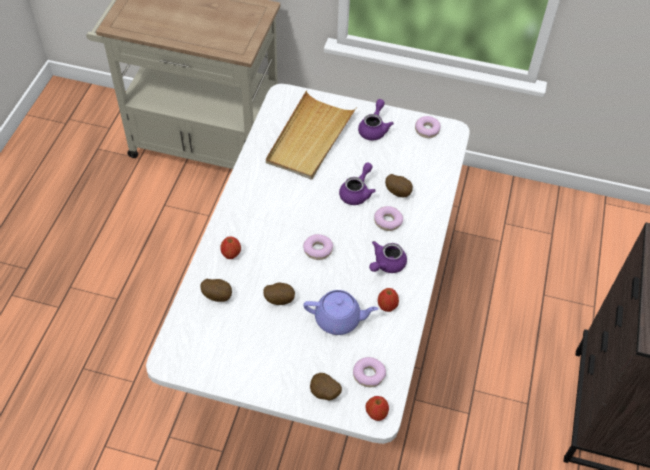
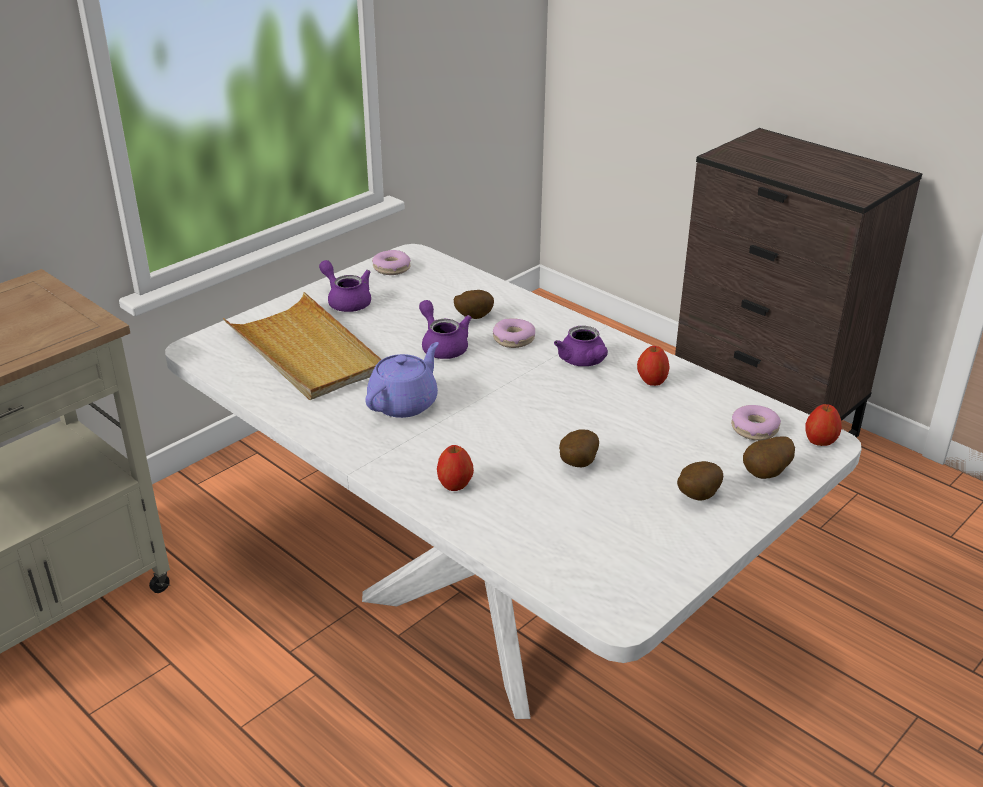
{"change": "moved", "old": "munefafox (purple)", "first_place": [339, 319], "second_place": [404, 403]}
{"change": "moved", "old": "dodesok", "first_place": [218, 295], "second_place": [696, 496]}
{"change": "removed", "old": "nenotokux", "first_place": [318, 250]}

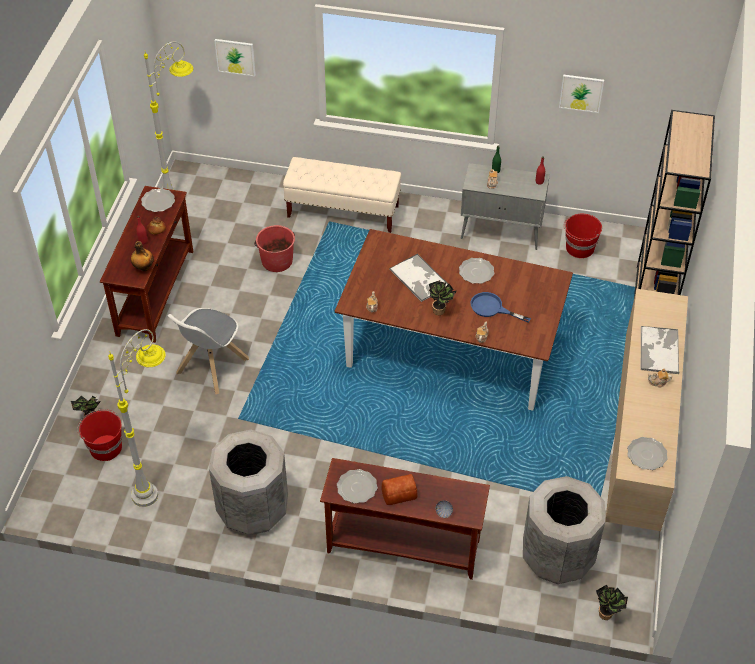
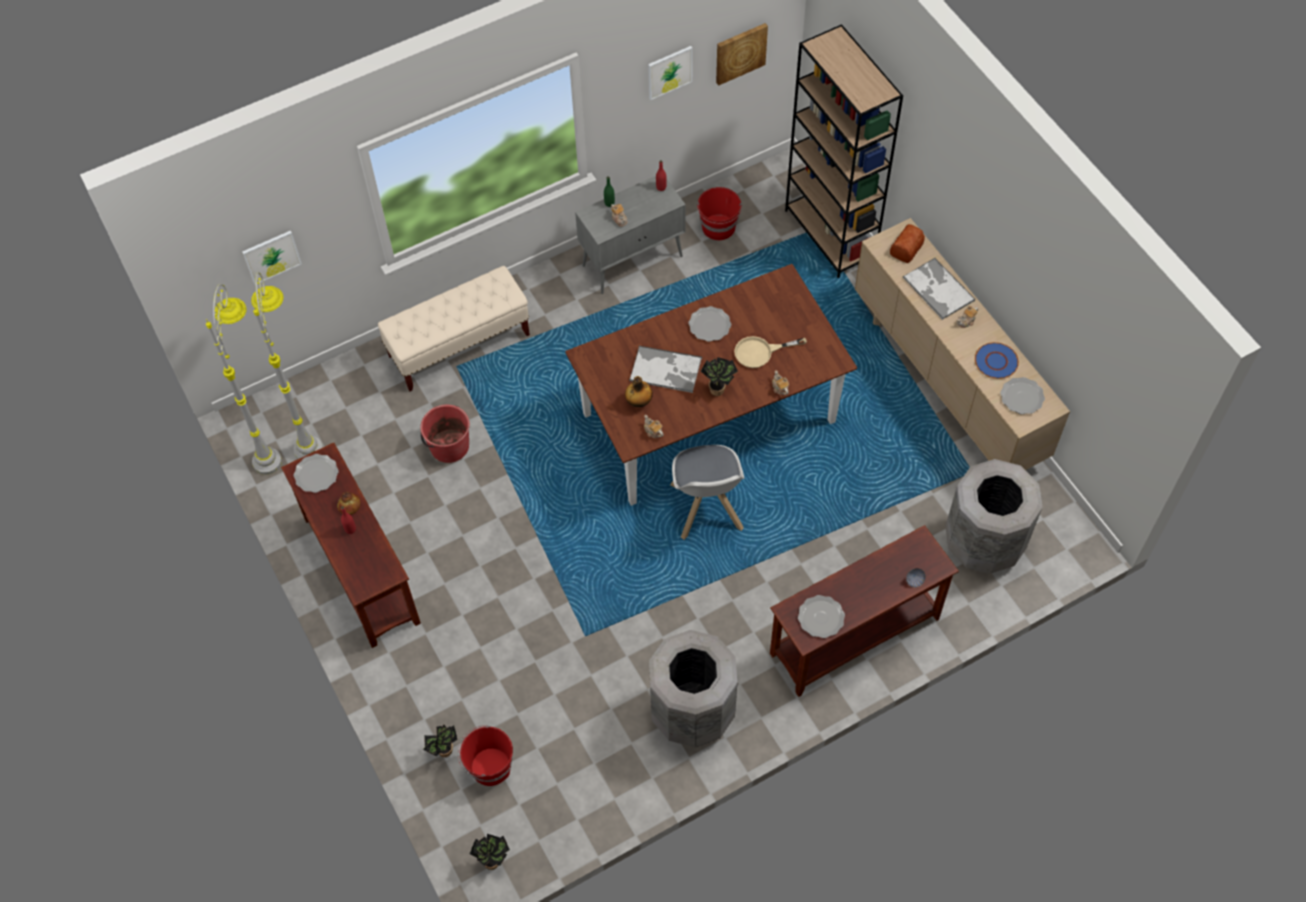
{"change": "moved", "old": "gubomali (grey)", "first_place": [159, 479], "second_place": [308, 429]}
{"change": "moved", "old": "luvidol", "first_place": [607, 614], "second_place": [493, 860]}
{"change": "moved", "old": "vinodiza", "first_place": [143, 267], "second_place": [638, 402]}
{"change": "moved", "old": "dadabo", "first_place": [211, 367], "second_place": [706, 509]}
{"change": "added", "new": "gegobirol", "second_place": [740, 52]}
{"change": "recoloured", "old": "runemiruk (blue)", "new": "runemiruk (beige)", "first_place": [492, 308], "second_place": [760, 352]}
{"change": "moved", "old": "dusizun", "first_place": [398, 493], "second_place": [905, 248]}
{"change": "added", "new": "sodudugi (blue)", "second_place": [996, 361]}

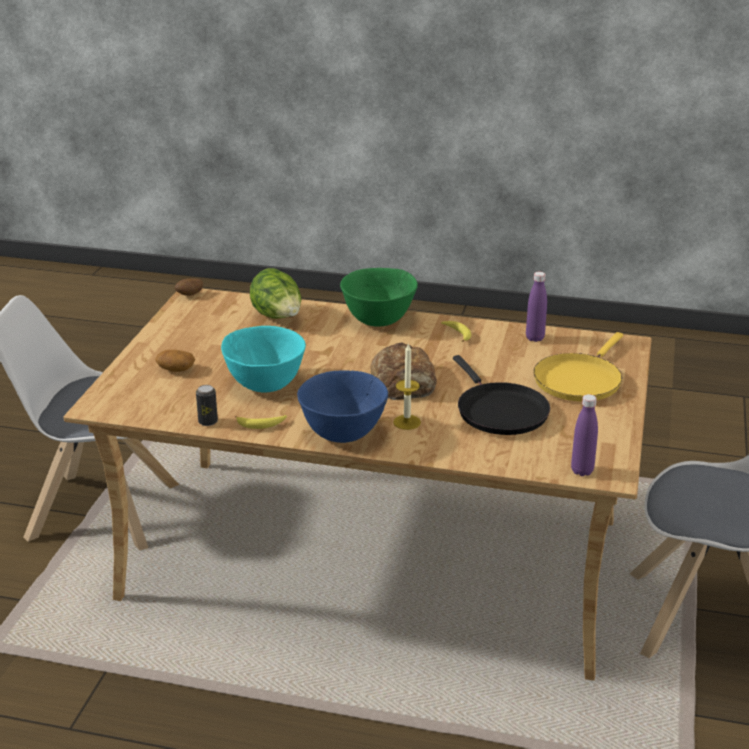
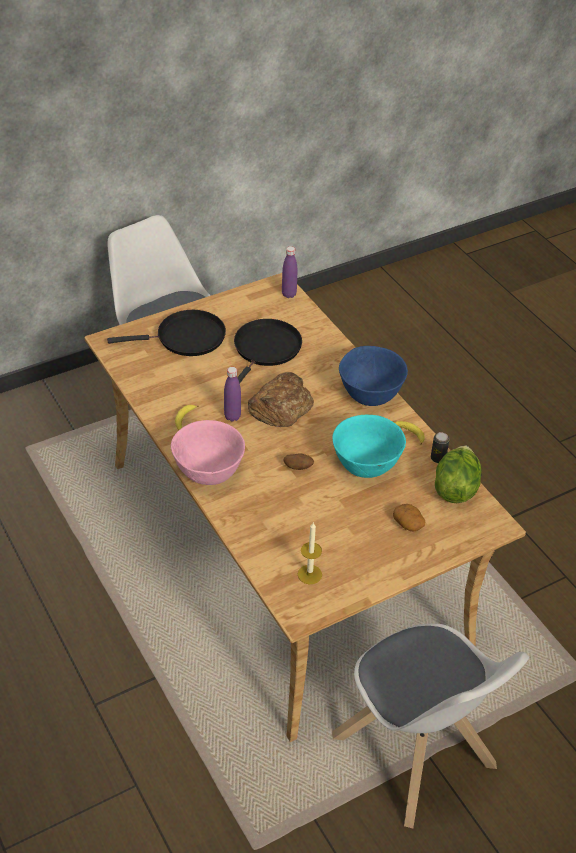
{"change": "recoloured", "old": "runemiruk (yellow)", "new": "runemiruk (black)", "first_place": [579, 380], "second_place": [186, 338]}
{"change": "recoloured", "old": "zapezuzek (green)", "new": "zapezuzek (pink)", "first_place": [379, 319], "second_place": [208, 472]}
{"change": "moved", "old": "vinodiza (purple)", "first_place": [534, 338], "second_place": [232, 416]}
{"change": "moved", "old": "dodesok", "first_place": [189, 295], "second_place": [298, 467]}
{"change": "moved", "old": "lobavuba", "first_place": [407, 422], "second_place": [309, 574]}
{"change": "moved", "old": "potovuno", "first_place": [278, 317], "second_place": [455, 488]}

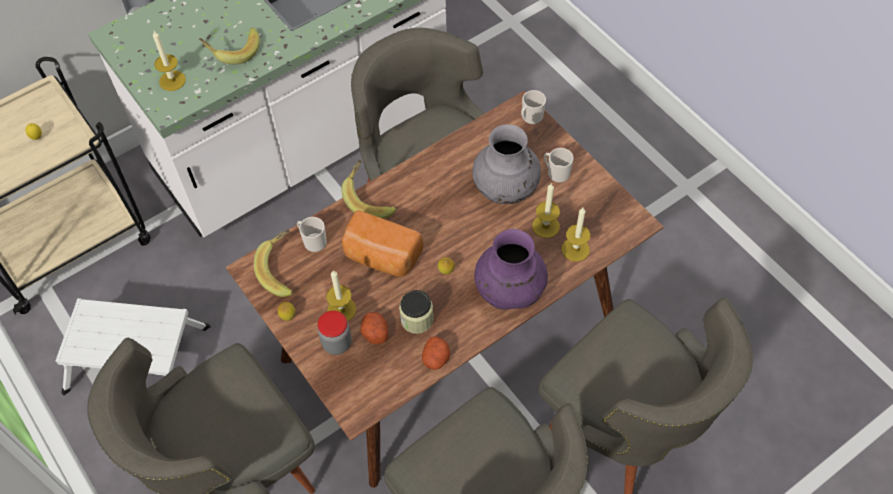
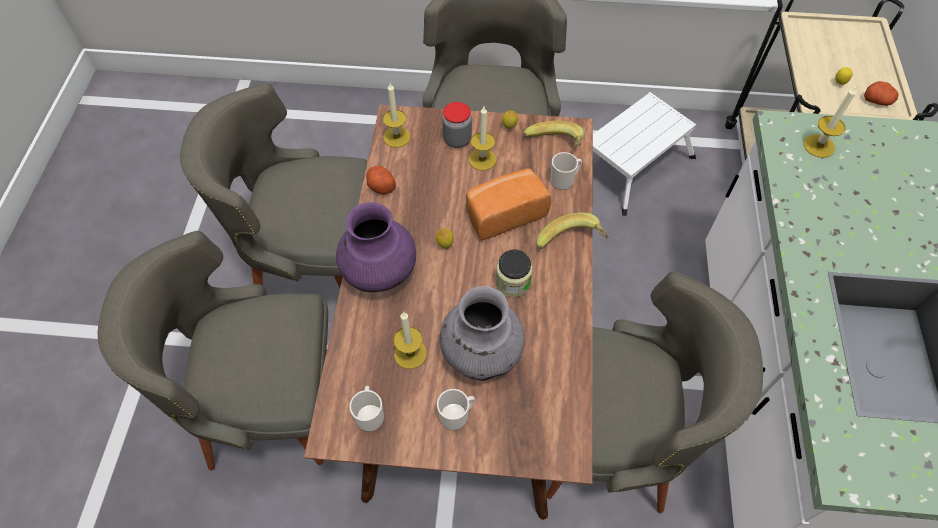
{"change": "moved", "old": "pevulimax", "first_place": [530, 118], "second_place": [370, 414]}
{"change": "moved", "old": "lobavuba", "first_place": [575, 249], "second_place": [396, 137]}
{"change": "moved", "old": "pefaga", "first_place": [417, 319], "second_place": [512, 282]}
{"change": "moved", "old": "dodesok", "first_place": [374, 332], "second_place": [877, 100]}
{"change": "removed", "old": "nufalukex", "first_place": [233, 52]}

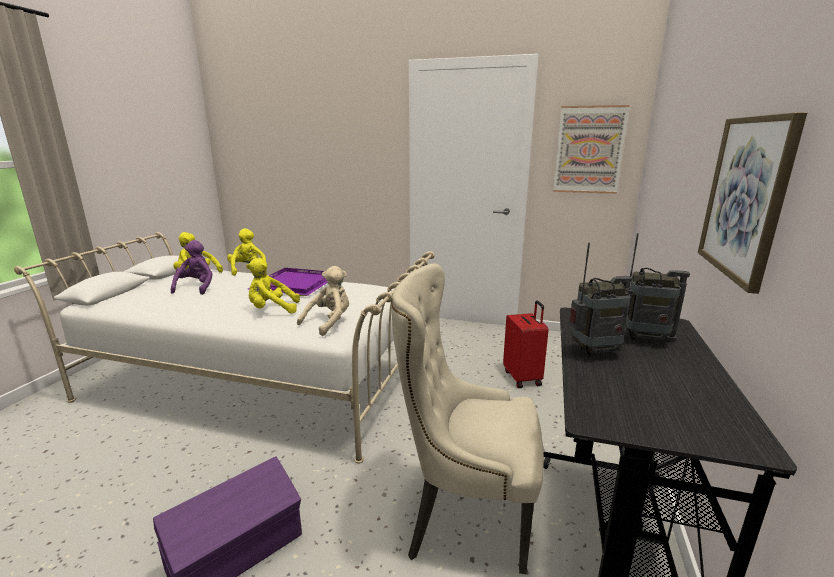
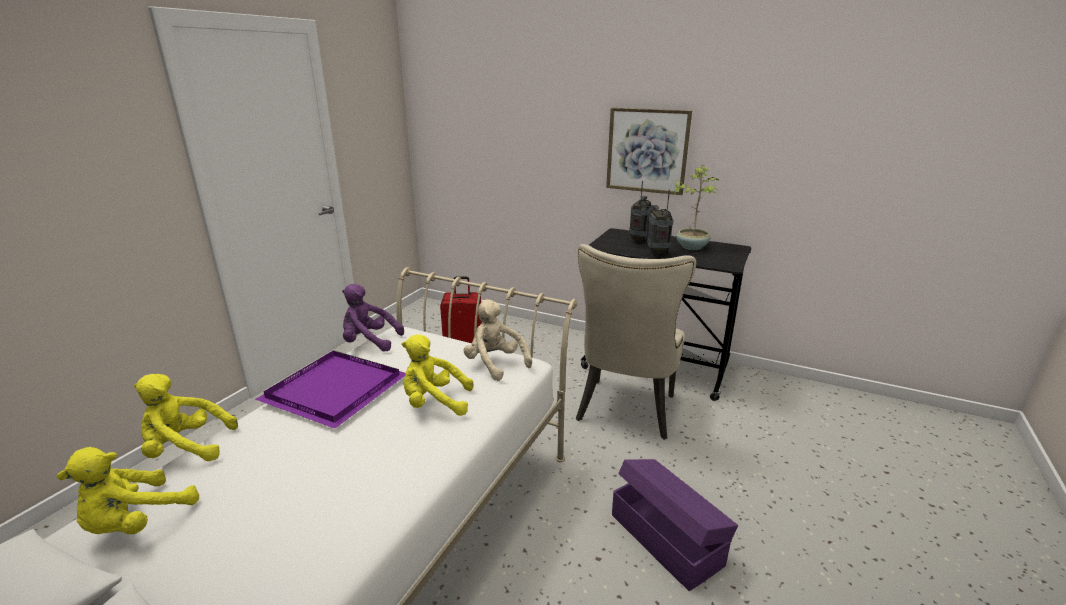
{"change": "moved", "old": "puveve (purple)", "first_place": [196, 287], "second_place": [369, 342]}
{"change": "turned", "old": "puveve (yellow)", "first_place": [272, 310], "second_place": [434, 403], "degrees": 90}
{"change": "added", "new": "luvidol", "second_place": [691, 247]}
{"change": "removed", "old": "gegobirol", "first_place": [589, 150]}

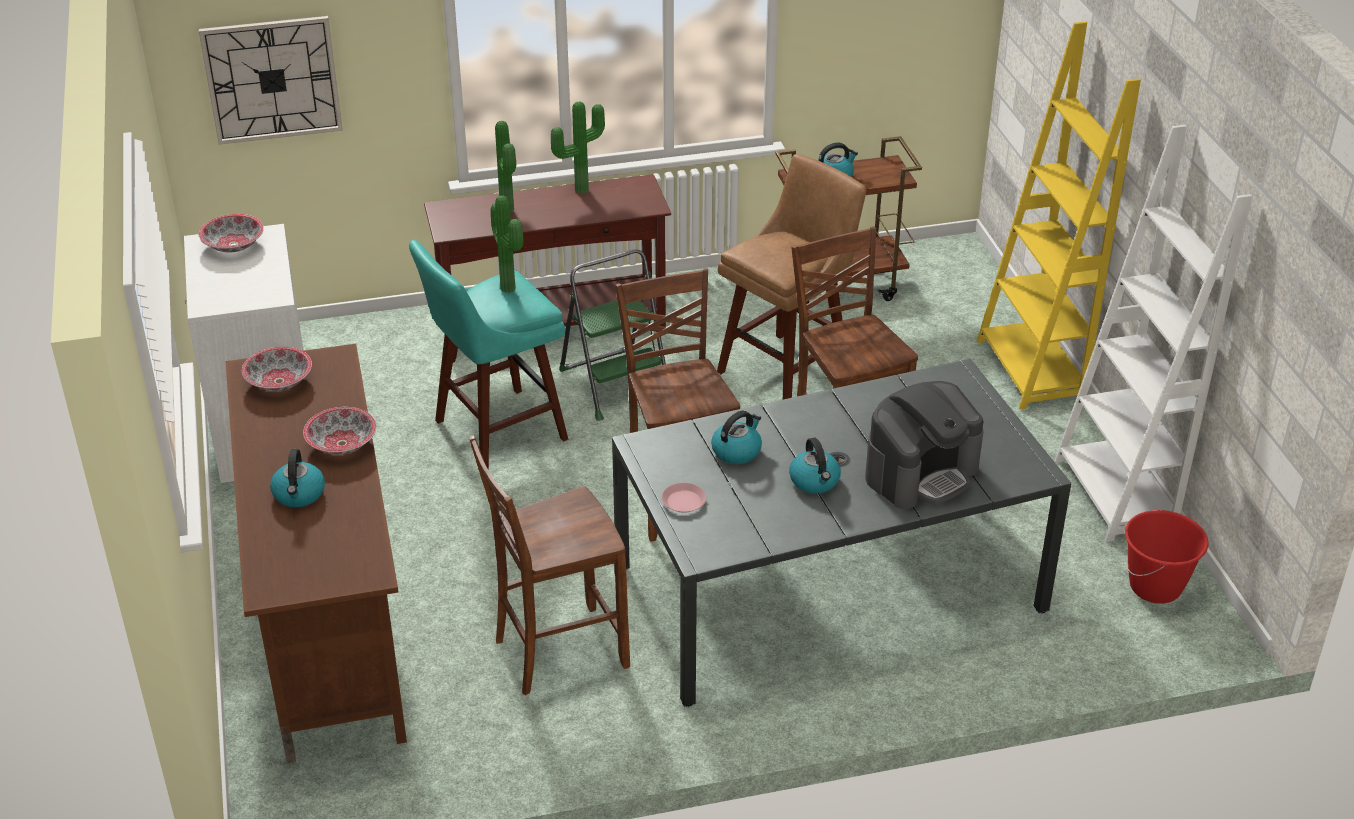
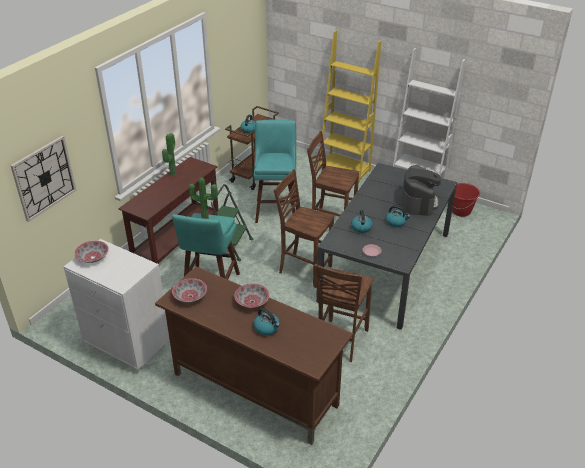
{"change": "recoloured", "old": "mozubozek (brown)", "new": "mozubozek (turquoise)", "first_place": [787, 370], "second_place": [276, 209]}
{"change": "removed", "old": "luvidol", "first_place": [510, 209]}

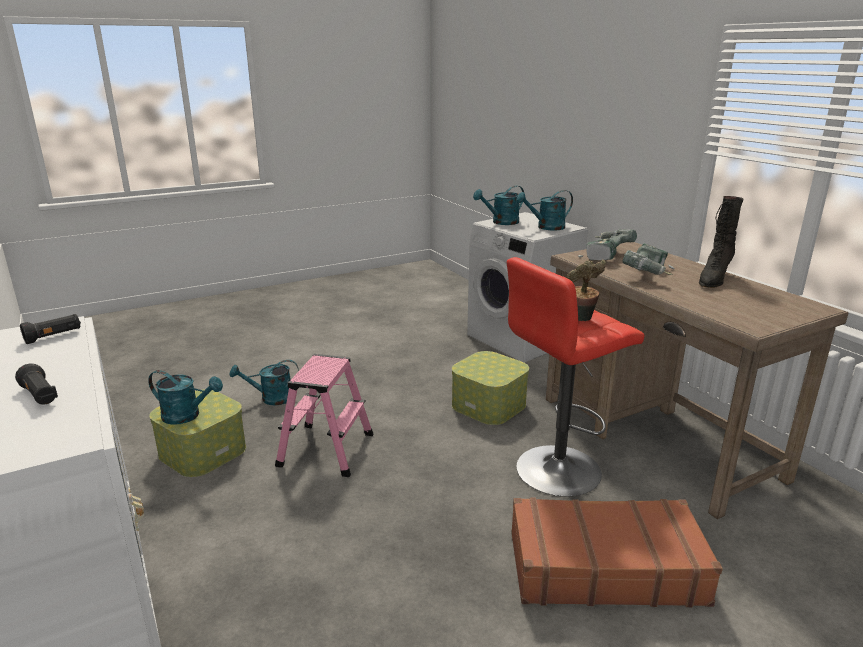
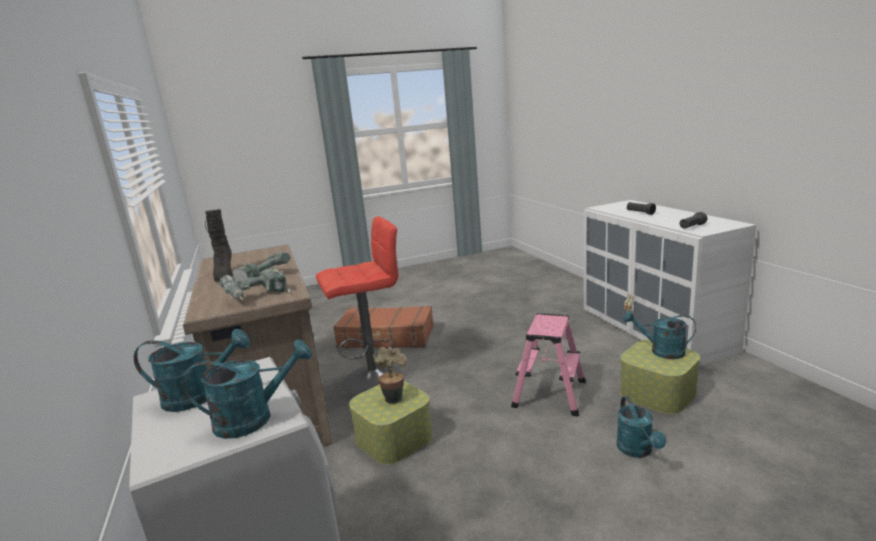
{"change": "turned", "old": "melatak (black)", "first_place": [713, 279], "second_place": [224, 275], "degrees": 120}
{"change": "moved", "old": "luvidol", "first_place": [581, 320], "second_place": [394, 398]}
{"change": "turned", "old": "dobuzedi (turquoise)", "first_place": [271, 399], "second_place": [637, 451], "degrees": 90}

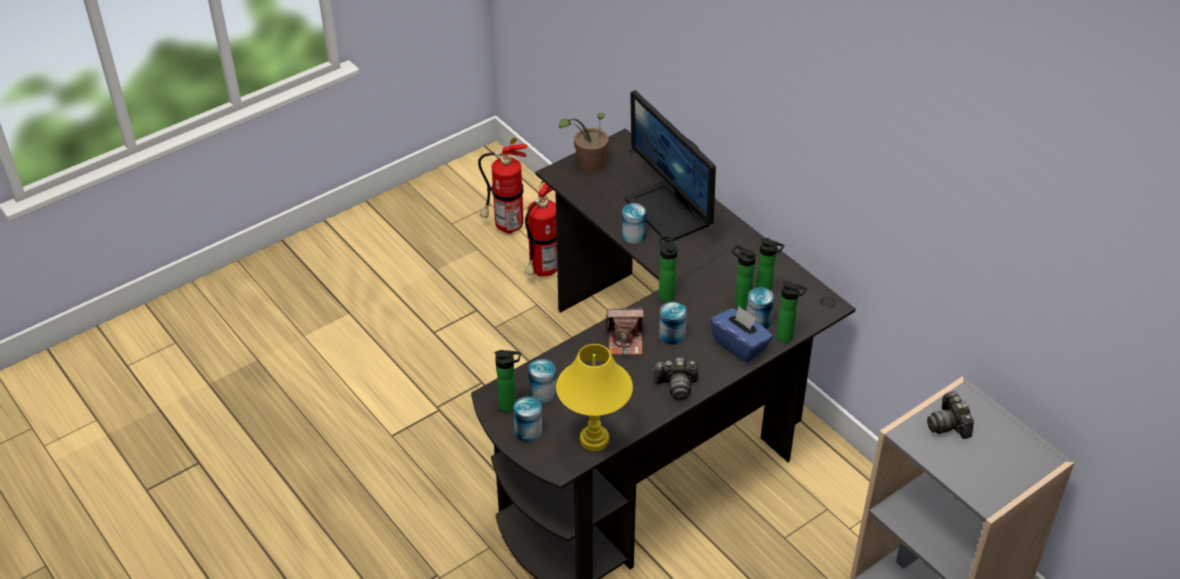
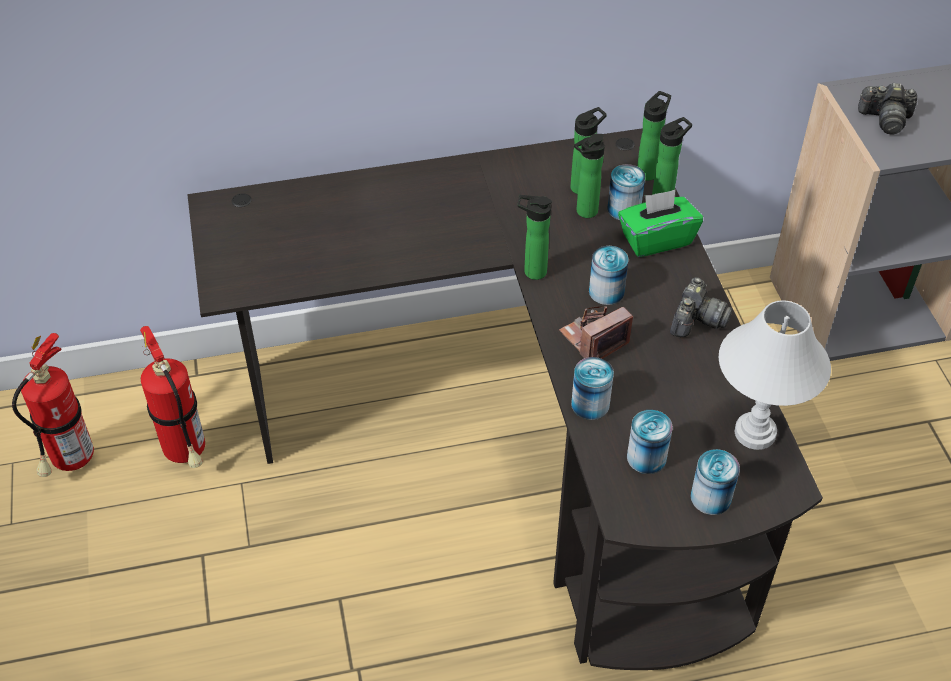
{"change": "turned", "old": "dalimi", "first_place": [625, 341], "second_place": [594, 339], "degrees": -150}
{"change": "moved", "old": "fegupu", "first_place": [633, 235], "second_place": [590, 404]}
{"change": "recoloured", "old": "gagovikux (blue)", "new": "gagovikux (green)", "first_place": [740, 345], "second_place": [656, 239]}
{"change": "moved", "old": "vinodiza", "first_place": [510, 406], "second_place": [648, 171]}
{"change": "recoloured", "old": "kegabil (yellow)", "new": "kegabil (white)", "first_place": [594, 440], "second_place": [755, 433]}
{"change": "removed", "old": "luvidol", "first_place": [587, 164]}
{"change": "removed", "old": "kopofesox", "first_place": [669, 211]}

